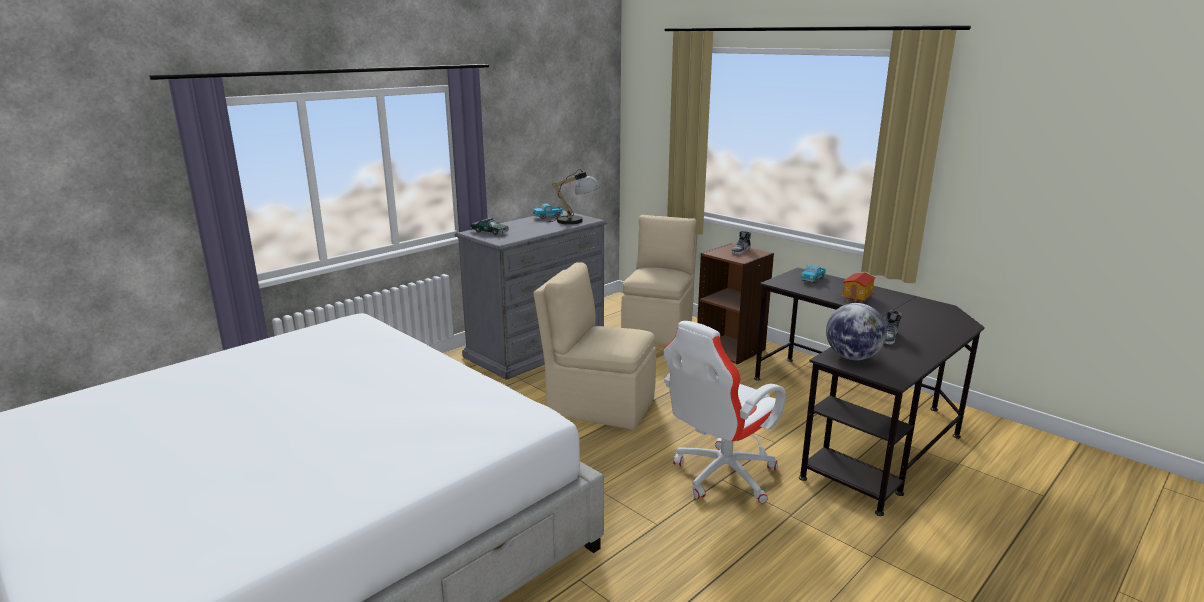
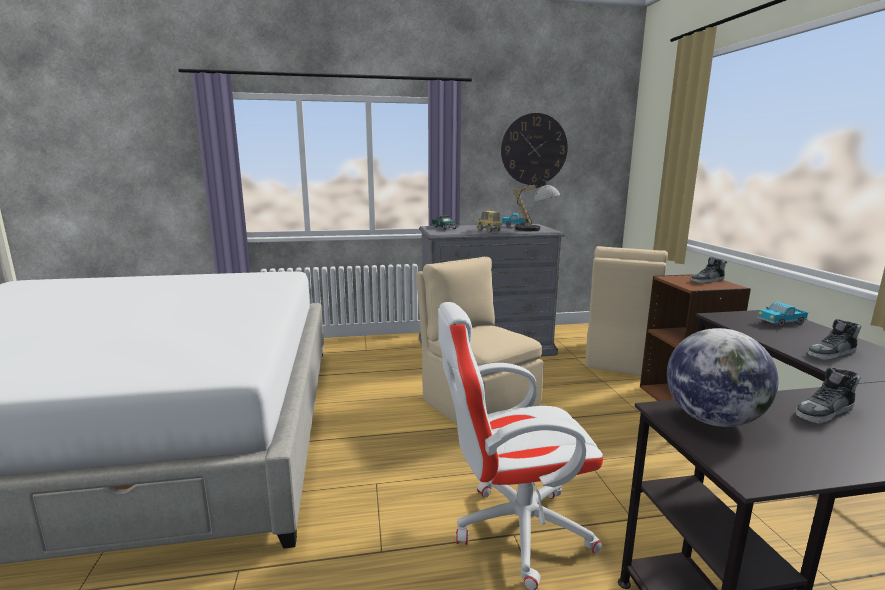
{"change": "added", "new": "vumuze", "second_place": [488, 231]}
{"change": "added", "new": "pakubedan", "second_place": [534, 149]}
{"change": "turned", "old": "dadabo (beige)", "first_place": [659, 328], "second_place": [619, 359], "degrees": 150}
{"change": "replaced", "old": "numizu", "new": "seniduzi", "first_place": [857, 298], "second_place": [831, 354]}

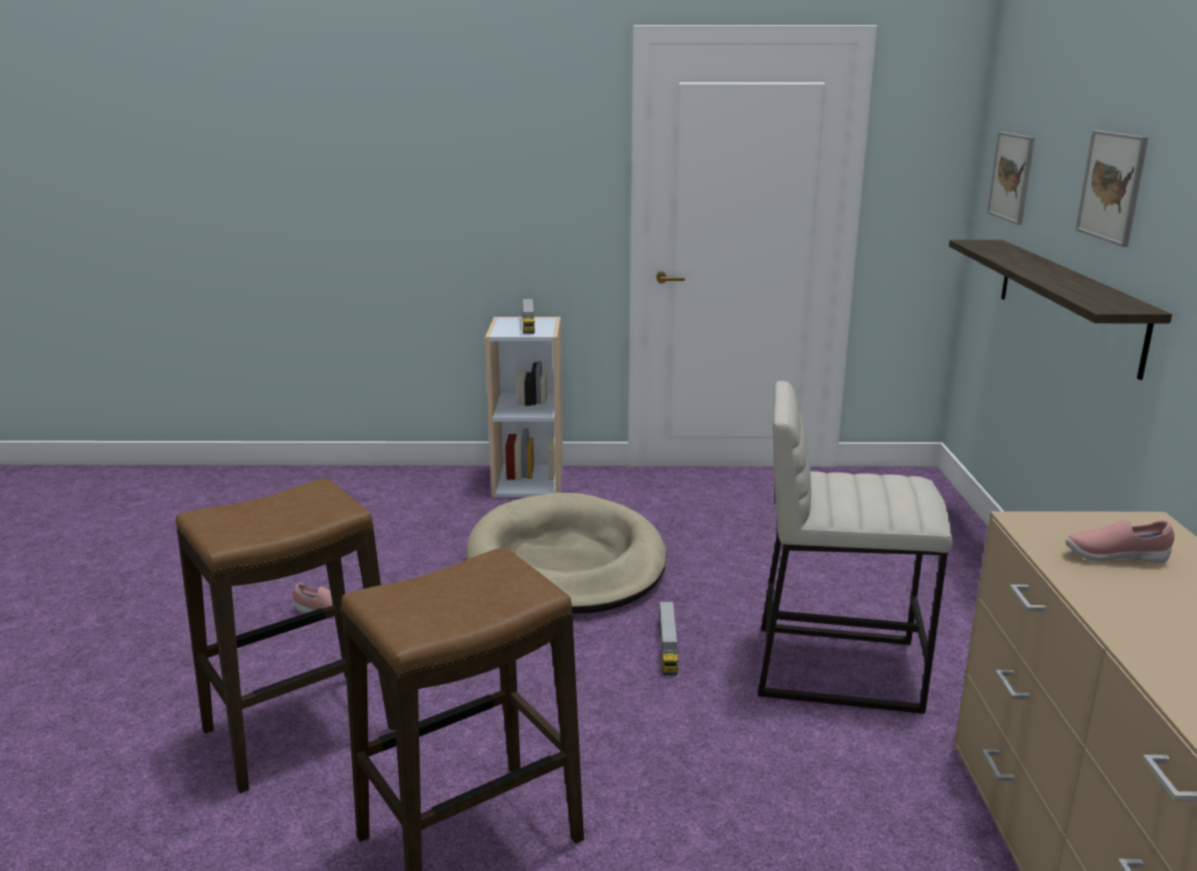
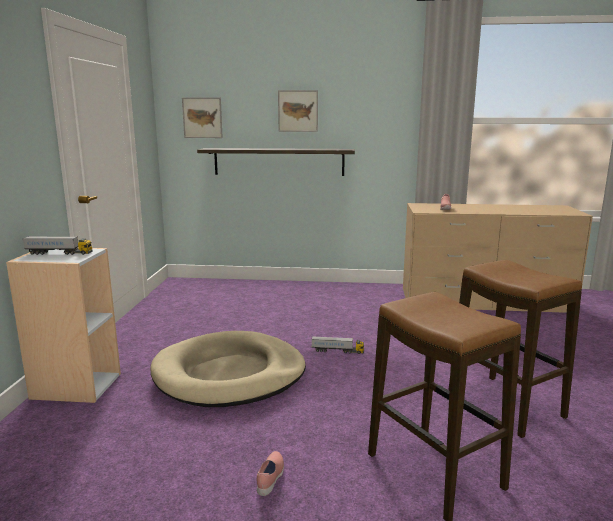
{"change": "removed", "old": "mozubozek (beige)", "first_place": [837, 667]}

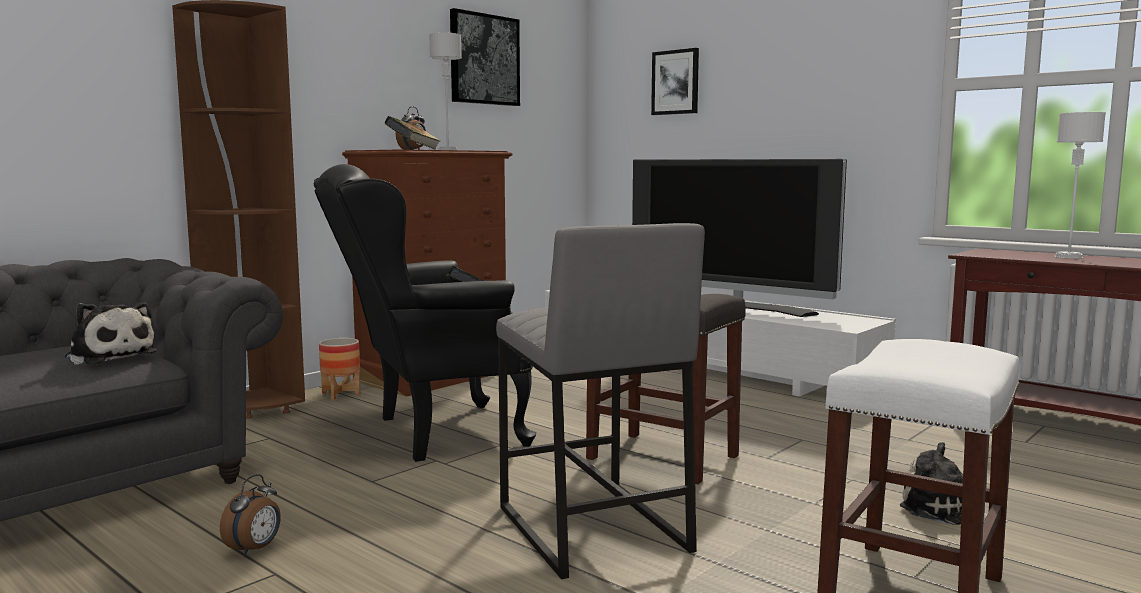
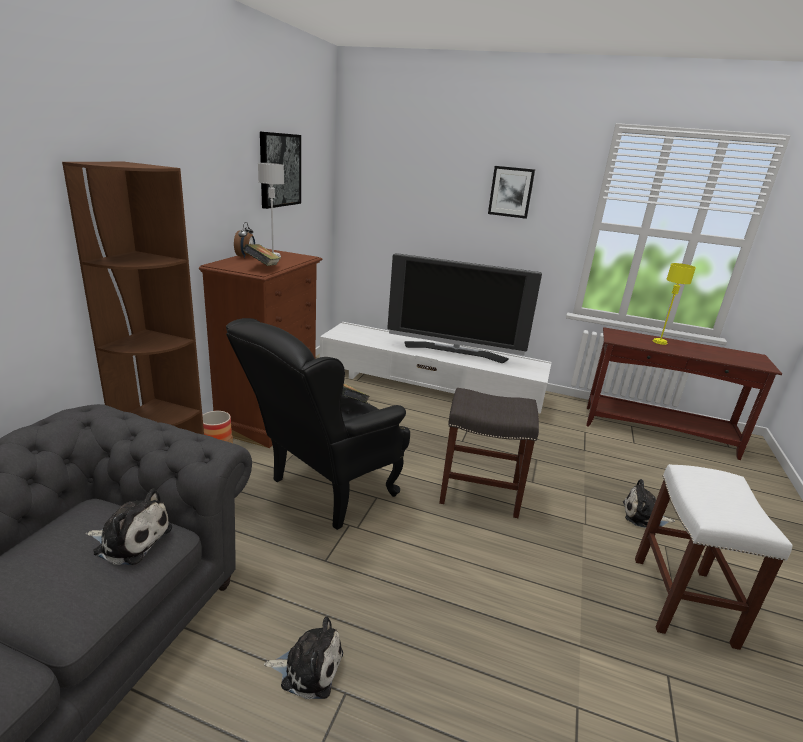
{"change": "replaced", "old": "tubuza", "new": "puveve", "first_place": [255, 549], "second_place": [308, 668]}
{"change": "moved", "old": "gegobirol", "first_place": [675, 82], "second_place": [511, 192]}
{"change": "recoloured", "old": "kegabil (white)", "new": "kegabil (yellow)", "first_place": [1068, 257], "second_place": [659, 342]}
{"change": "removed", "old": "mozubozek (grey)", "first_place": [592, 528]}

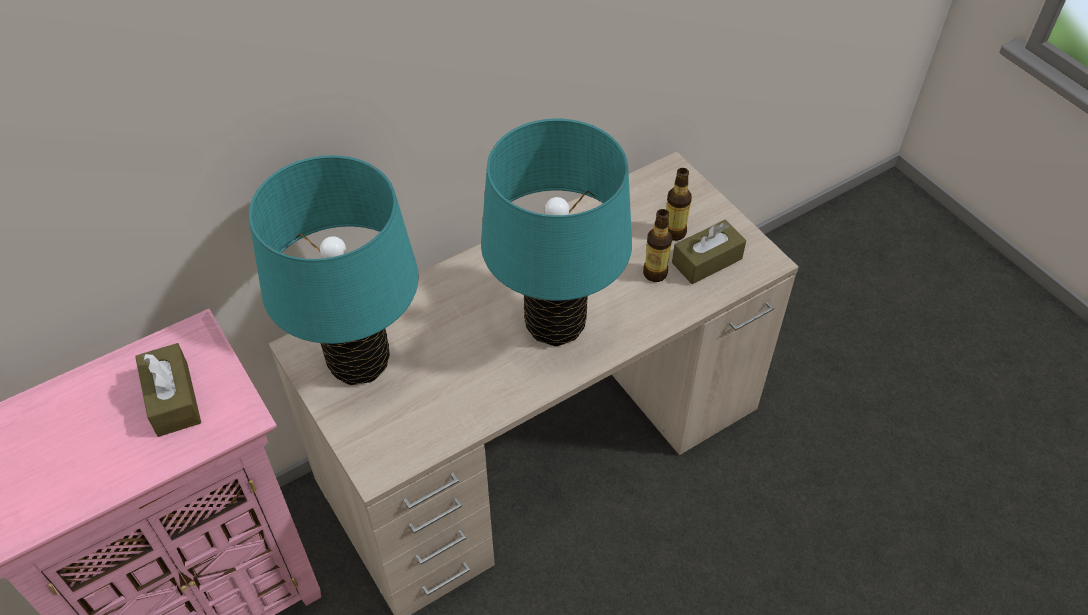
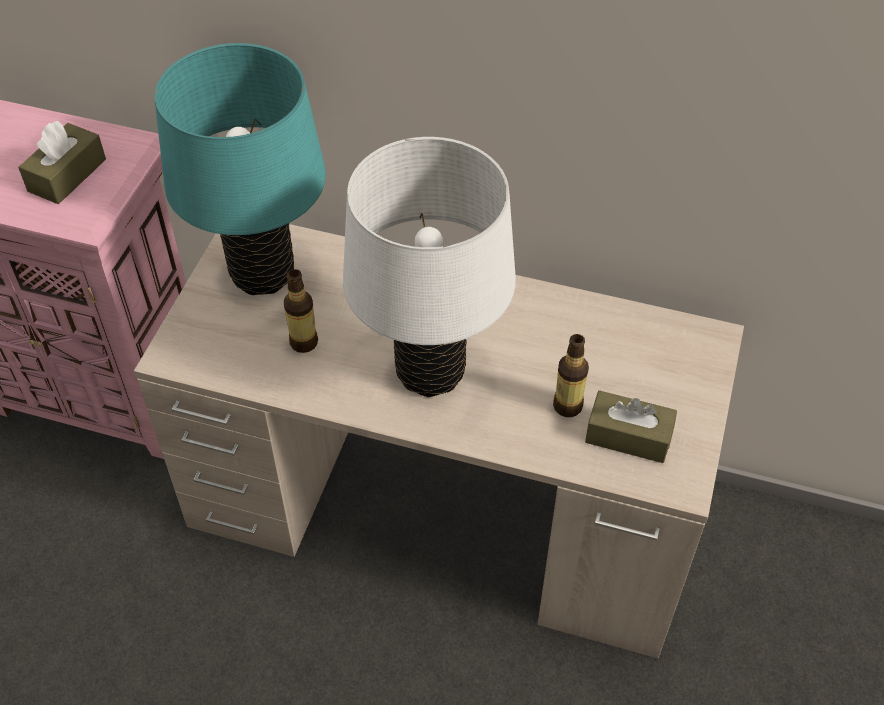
{"change": "moved", "old": "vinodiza", "first_place": [674, 232], "second_place": [304, 342]}
{"change": "recoloured", "old": "kegabil (turquoise)", "new": "kegabil (white)", "first_place": [555, 324], "second_place": [430, 372]}

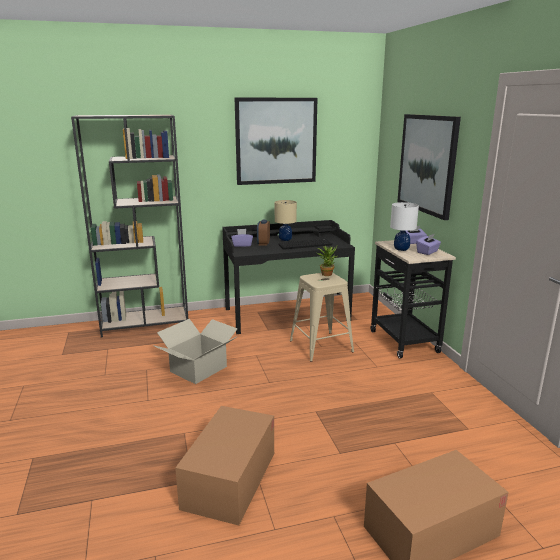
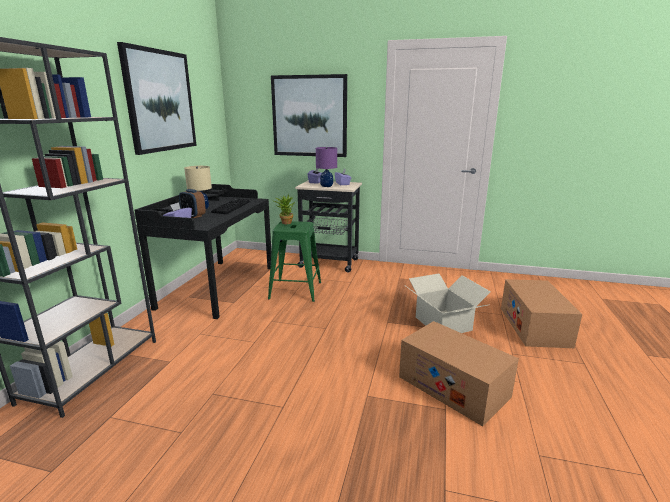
{"change": "recoloured", "old": "mozubozek (beige)", "new": "mozubozek (green)", "first_place": [321, 346], "second_place": [295, 290]}
{"change": "recoloured", "old": "kegabil (white)", "new": "kegabil (purple)", "first_place": [402, 249], "second_place": [327, 186]}
{"change": "moved", "old": "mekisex", "first_place": [199, 369], "second_place": [443, 323]}

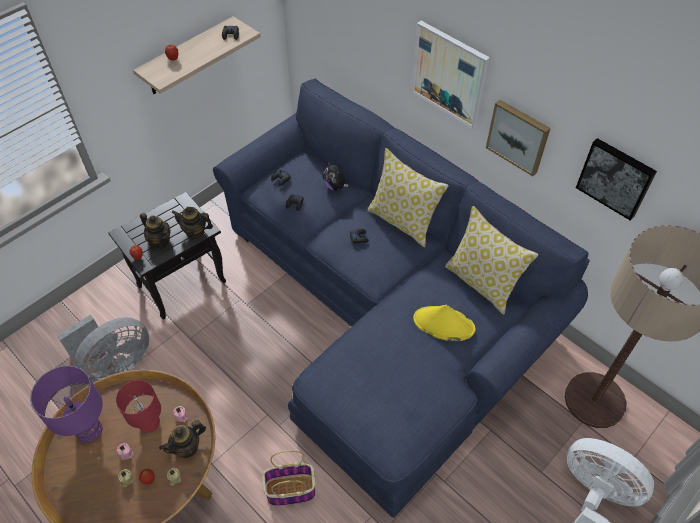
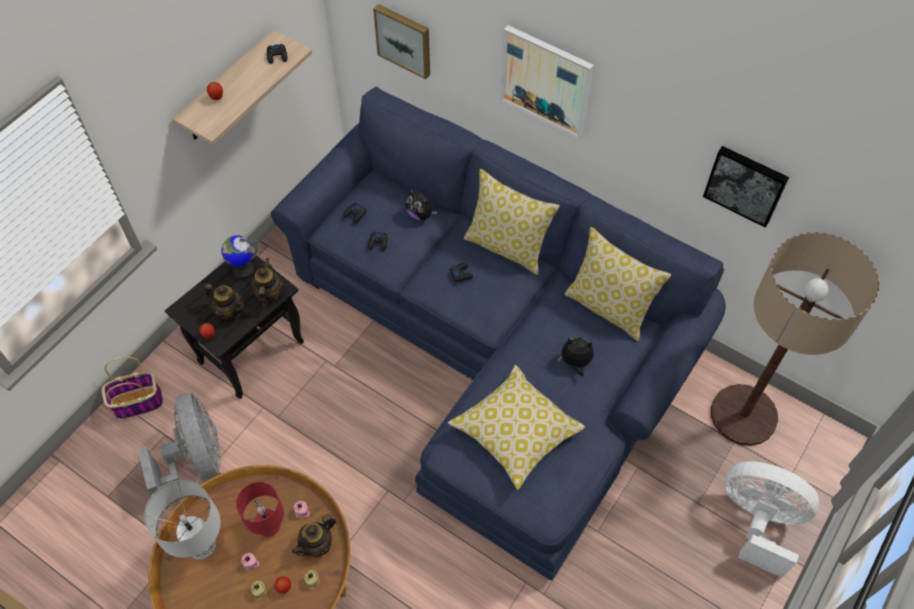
{"change": "moved", "old": "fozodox", "first_place": [290, 490], "second_place": [136, 403]}
{"change": "turned", "old": "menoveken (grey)", "first_place": [115, 363], "second_place": [196, 460], "degrees": -60}
{"change": "recoloured", "old": "kegabil (purple)", "new": "kegabil (white)", "first_place": [90, 430], "second_place": [202, 545]}
{"change": "added", "new": "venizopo", "second_place": [243, 270]}
{"change": "turned", "old": "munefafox", "first_place": [195, 232], "second_place": [269, 294], "degrees": 90}
{"change": "moved", "old": "gegobirol", "first_place": [518, 136], "second_place": [404, 40]}
{"change": "added", "new": "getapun", "second_place": [515, 432]}
{"change": "replaced", "old": "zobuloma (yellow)", "new": "puveve", "first_place": [443, 324], "second_place": [575, 362]}

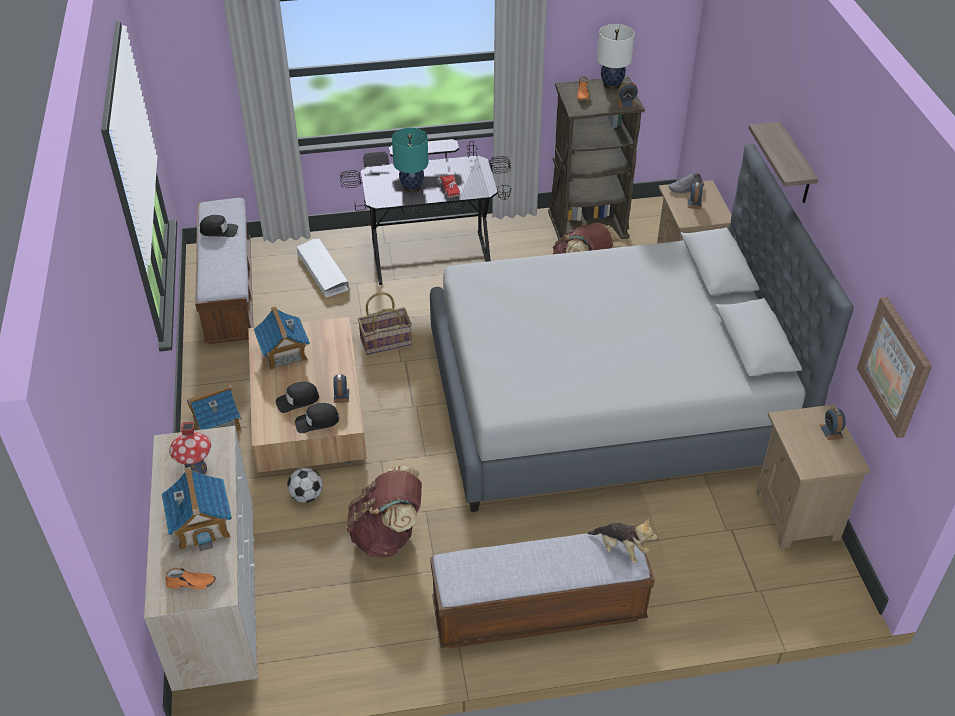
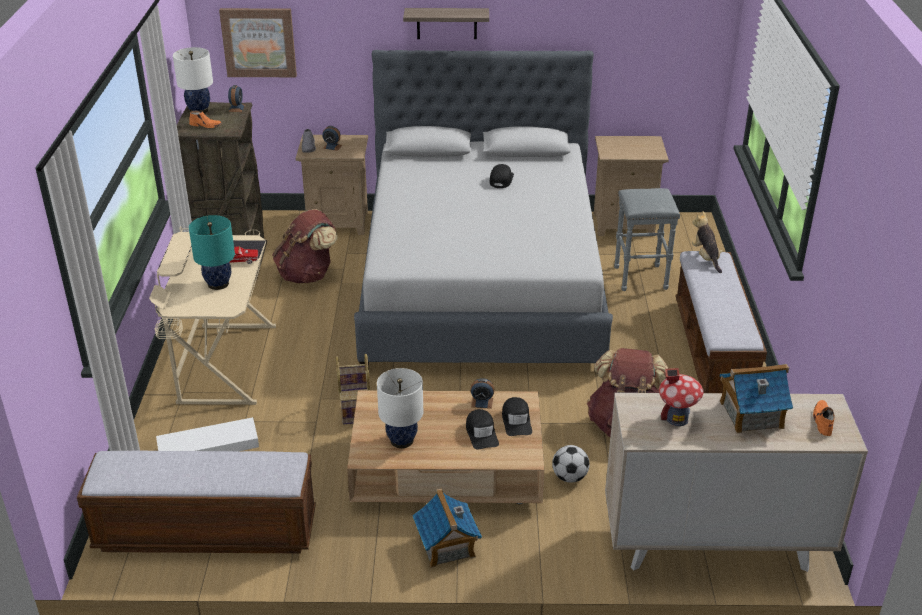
{"change": "recoloured", "old": "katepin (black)", "new": "katepin (beige)", "first_place": [431, 255], "second_place": [223, 363]}
{"change": "moved", "old": "gegobirol", "first_place": [895, 366], "second_place": [259, 42]}
{"change": "replaced", "old": "numizu", "new": "kegabil (white)", "first_place": [284, 353], "second_place": [402, 440]}
{"change": "moved", "old": "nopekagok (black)", "first_place": [219, 230], "second_place": [501, 180]}
{"change": "added", "new": "mozubozek (grey)", "second_place": [642, 278]}
{"change": "turned", "old": "puveve", "first_place": [620, 549], "second_place": [706, 258], "degrees": -60}
{"change": "removed", "old": "tubuza", "first_place": [831, 431]}

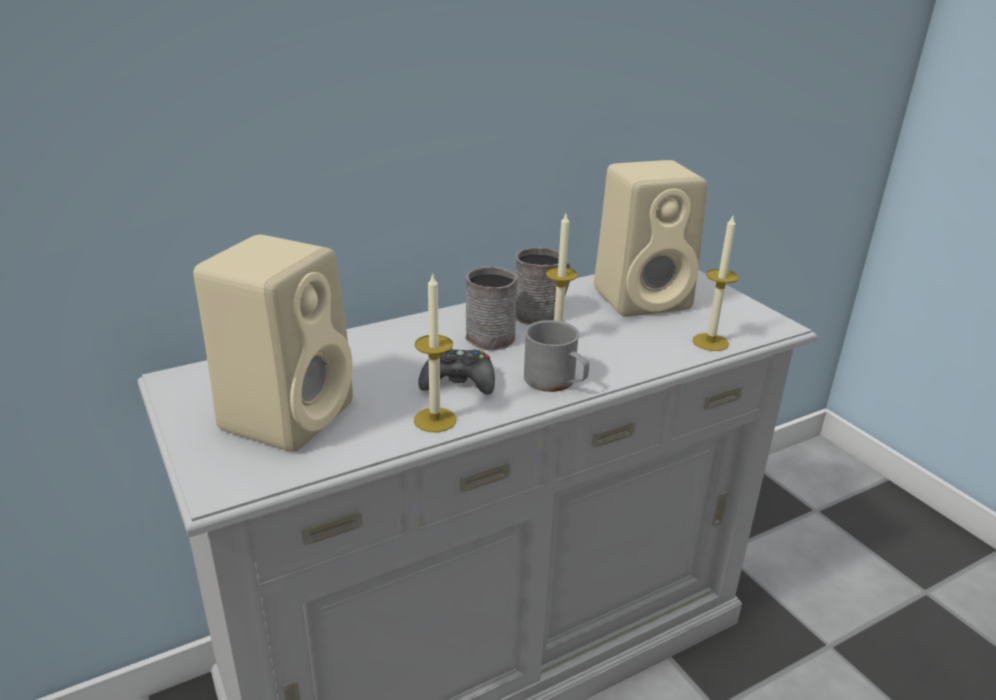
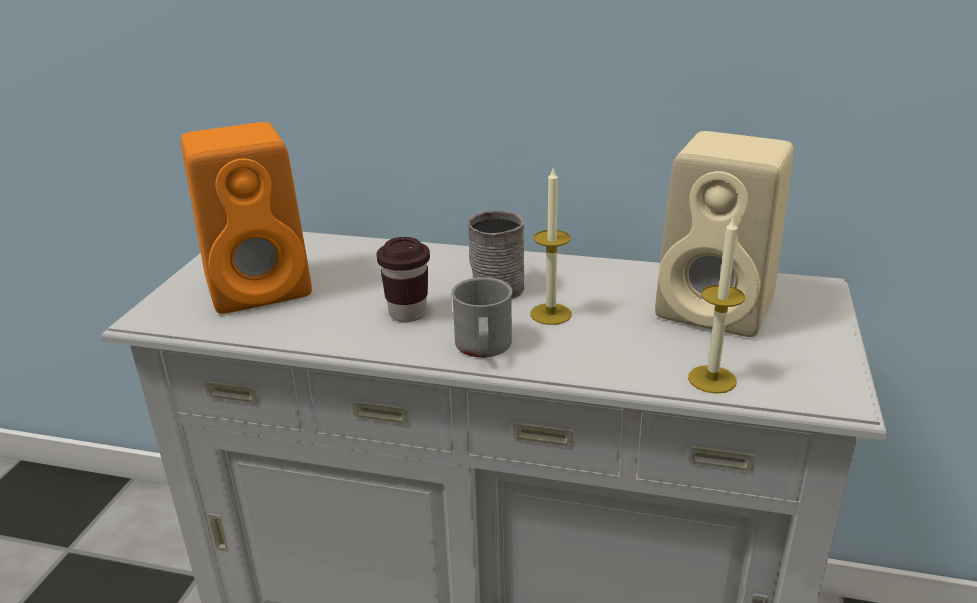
{"change": "recoloured", "old": "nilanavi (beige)", "new": "nilanavi (orange)", "first_place": [289, 413], "second_place": [262, 286]}
{"change": "replaced", "old": "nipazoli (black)", "new": "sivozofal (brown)", "first_place": [458, 382], "second_place": [408, 313]}
{"change": "removed", "old": "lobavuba", "first_place": [435, 420]}
{"change": "removed", "old": "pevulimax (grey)", "first_place": [542, 313]}

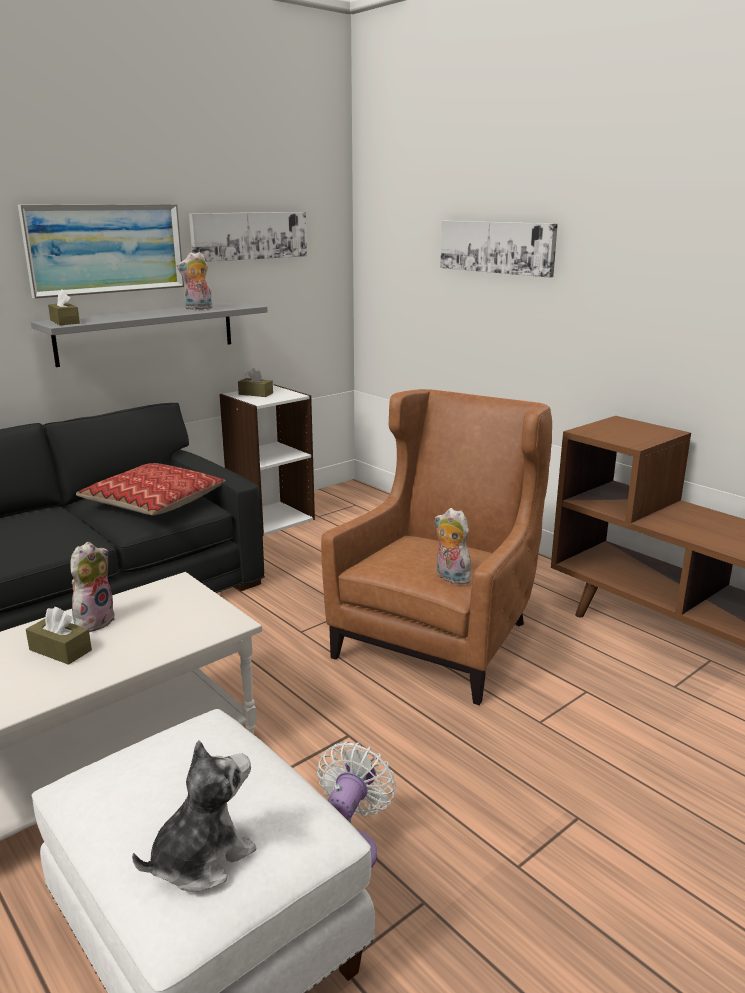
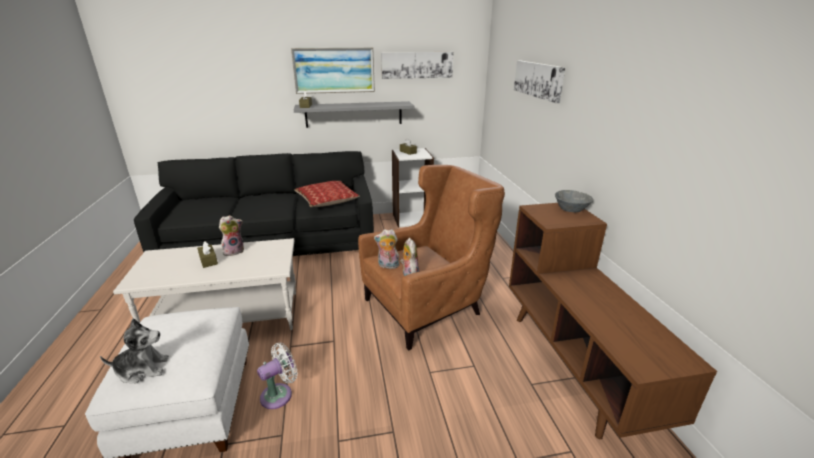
{"change": "moved", "old": "puveve", "first_place": [198, 308], "second_place": [387, 266]}
{"change": "added", "new": "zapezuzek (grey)", "second_place": [571, 209]}

